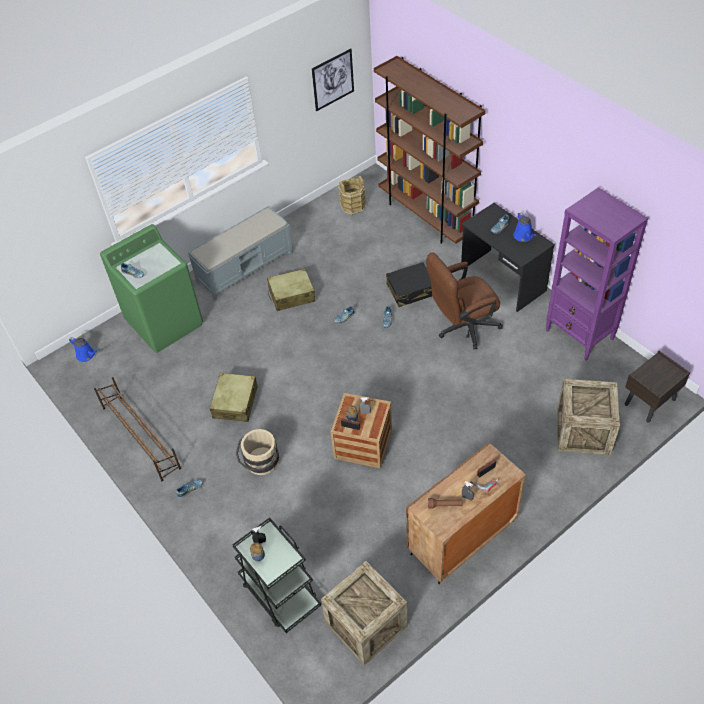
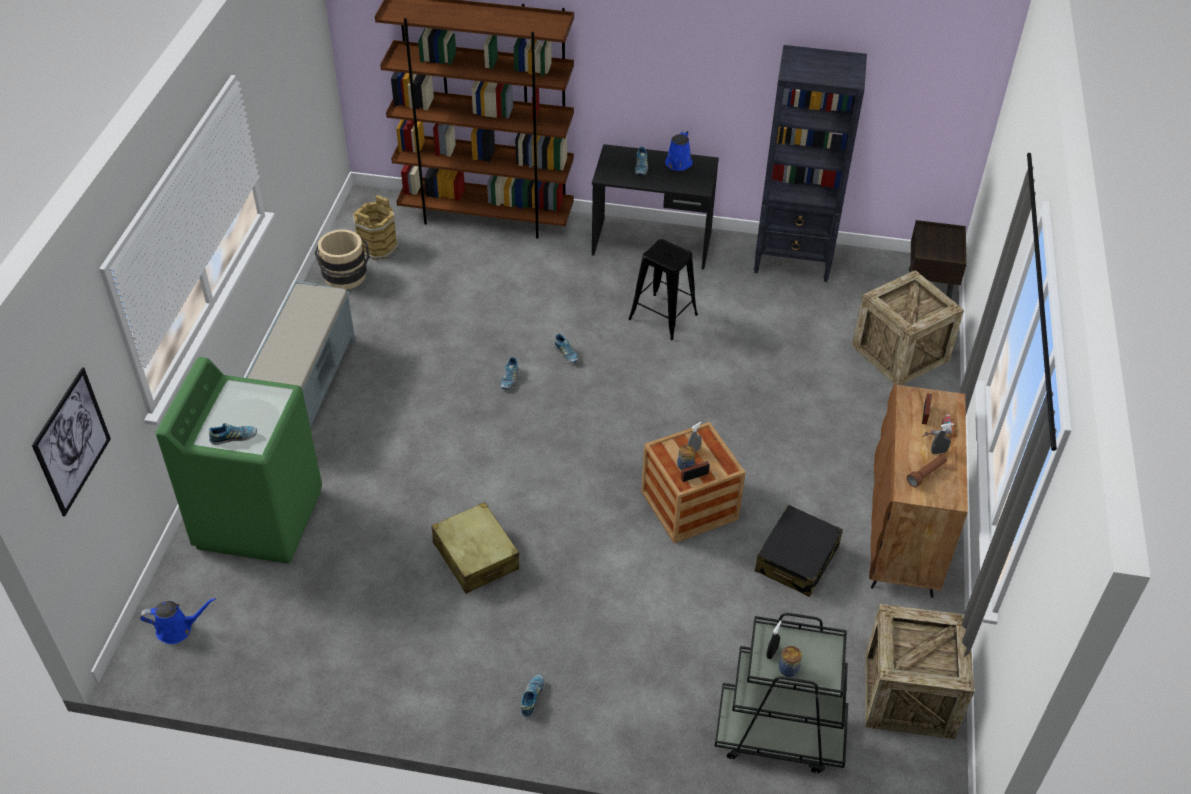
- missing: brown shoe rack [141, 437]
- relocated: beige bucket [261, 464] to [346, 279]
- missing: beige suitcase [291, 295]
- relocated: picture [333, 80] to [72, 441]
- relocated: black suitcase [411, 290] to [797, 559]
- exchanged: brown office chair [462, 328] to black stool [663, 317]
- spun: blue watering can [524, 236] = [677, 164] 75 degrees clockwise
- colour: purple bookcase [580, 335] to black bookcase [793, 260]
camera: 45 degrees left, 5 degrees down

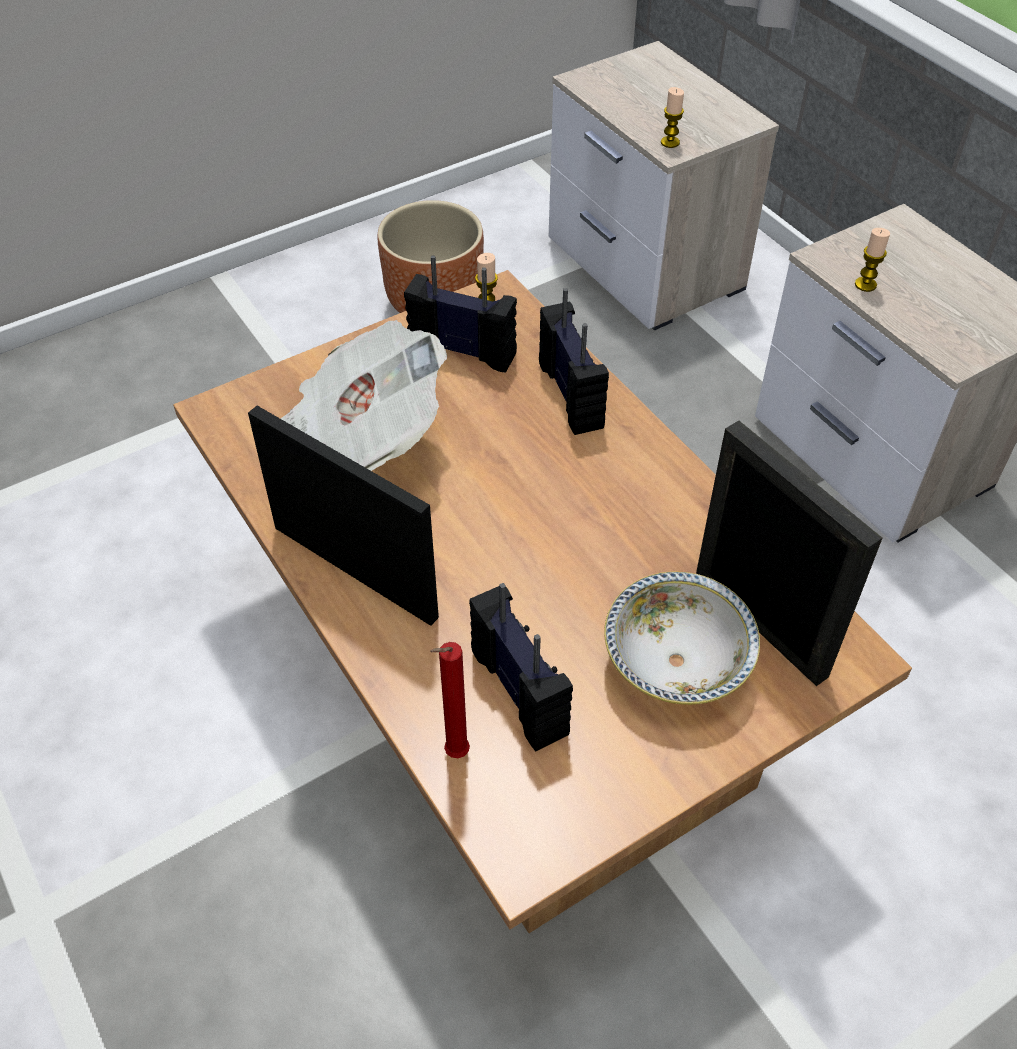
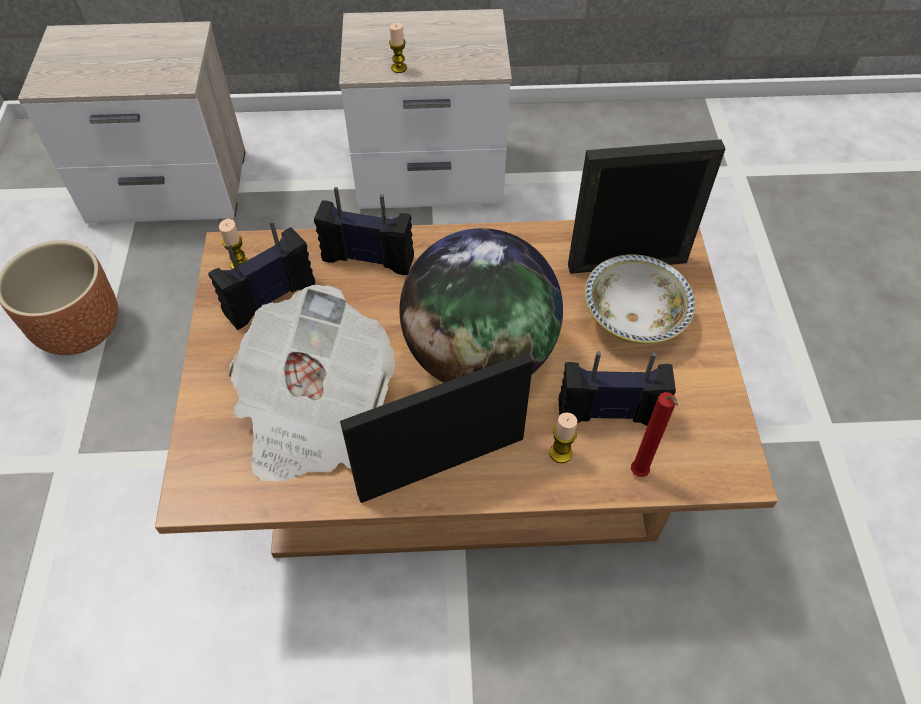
- relocated: candle [670, 142] to [560, 453]
- appeared: globe [480, 356]
camera: 60 degrees left, 5 degrees up

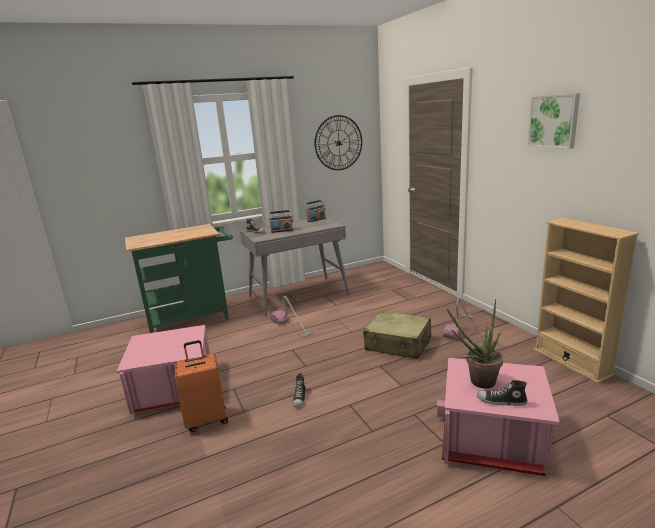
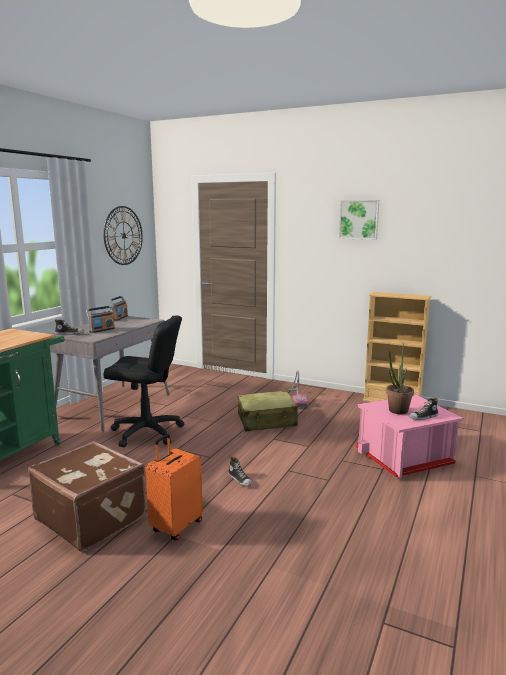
- exchanged: pink storage box [174, 388] to brown suitcase [92, 517]
- exchanged: vacuum cleaner [291, 327] to black office chair [147, 432]
camera: 40 degrees left, 5 degrees down

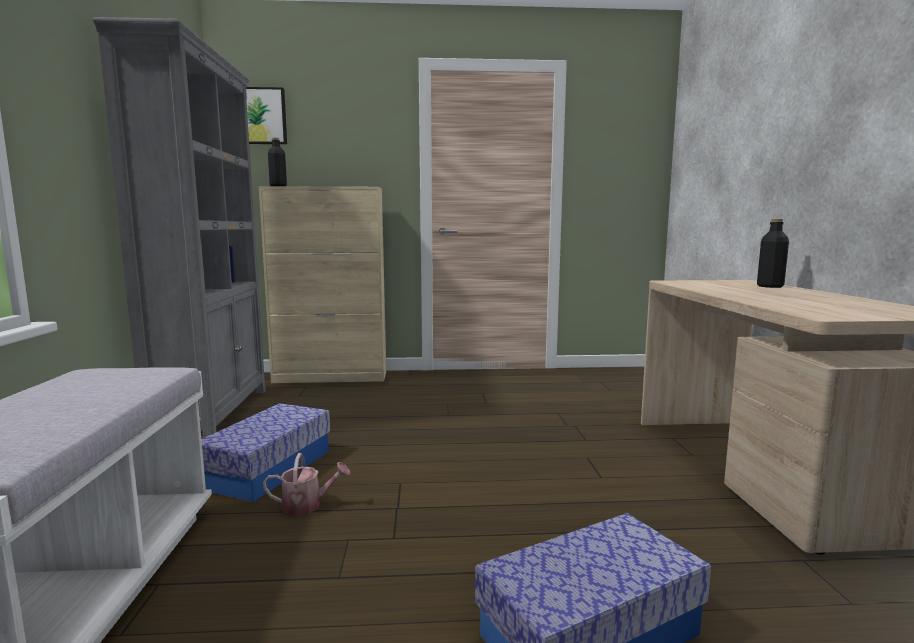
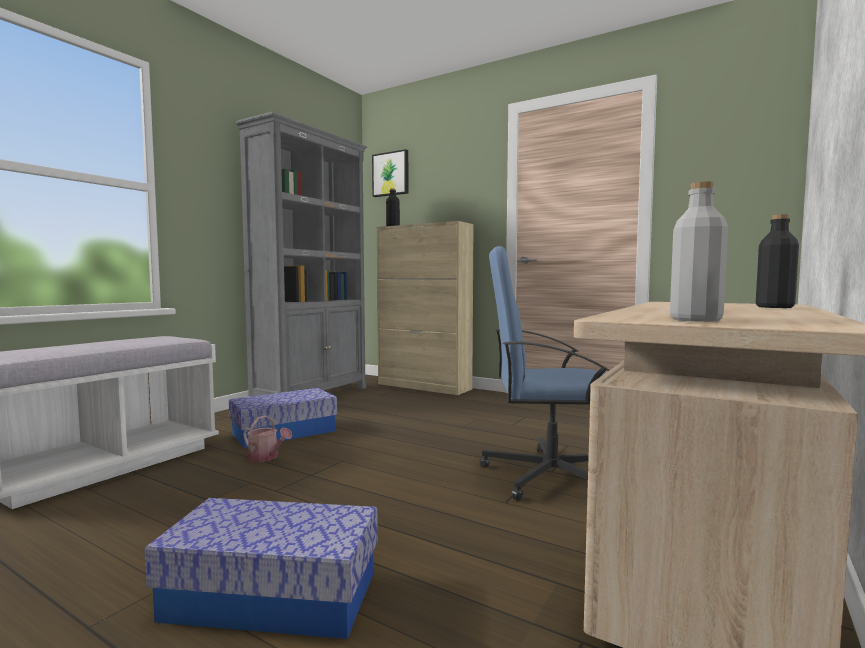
- appeared: blue office chair [548, 475]
- appeared: grey bottle [695, 320]
camera: 35 degrees right, 5 degrees down

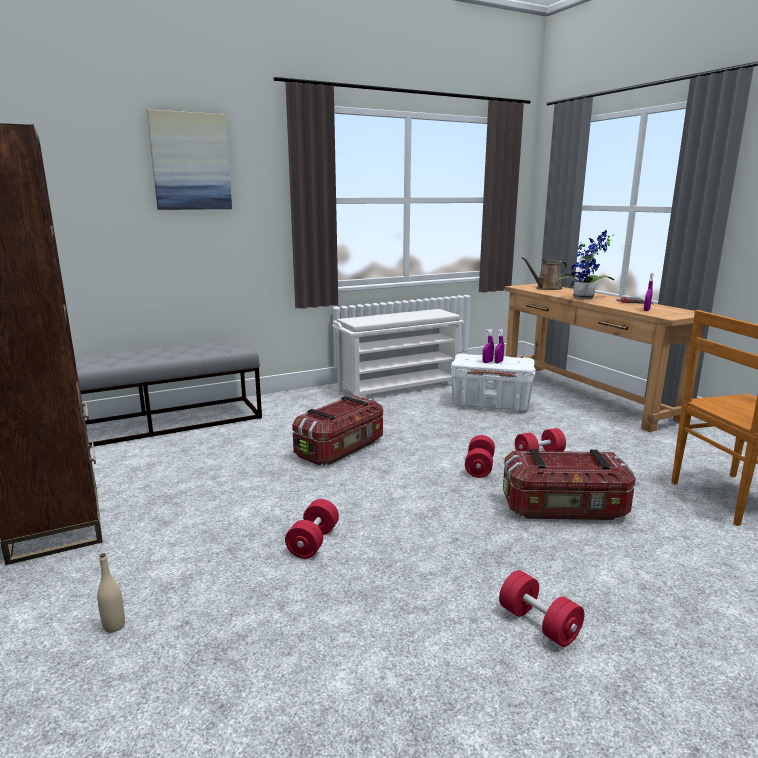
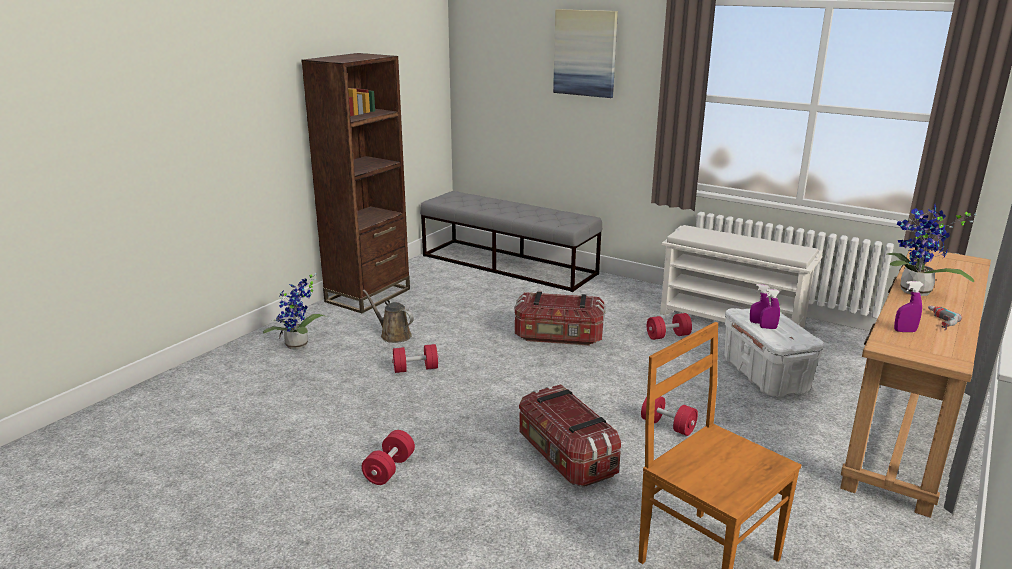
- exchanged: beige bottle [114, 626] to potted plant [299, 346]
- relocated: red dumbbell [479, 467] to [668, 336]
- relocated: brown watering can [546, 288] to [393, 335]
camera: 60 degrees right, 5 degrees up

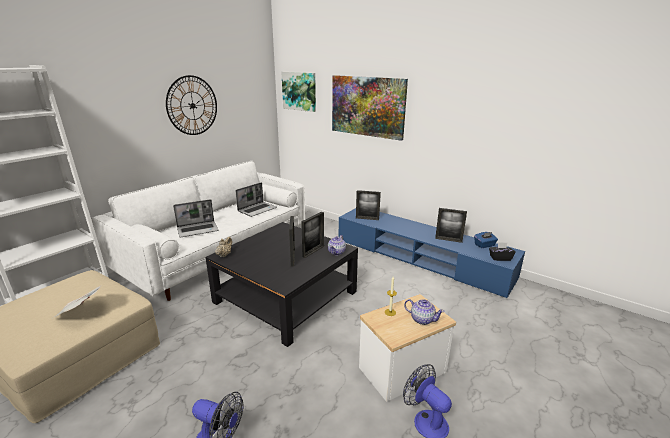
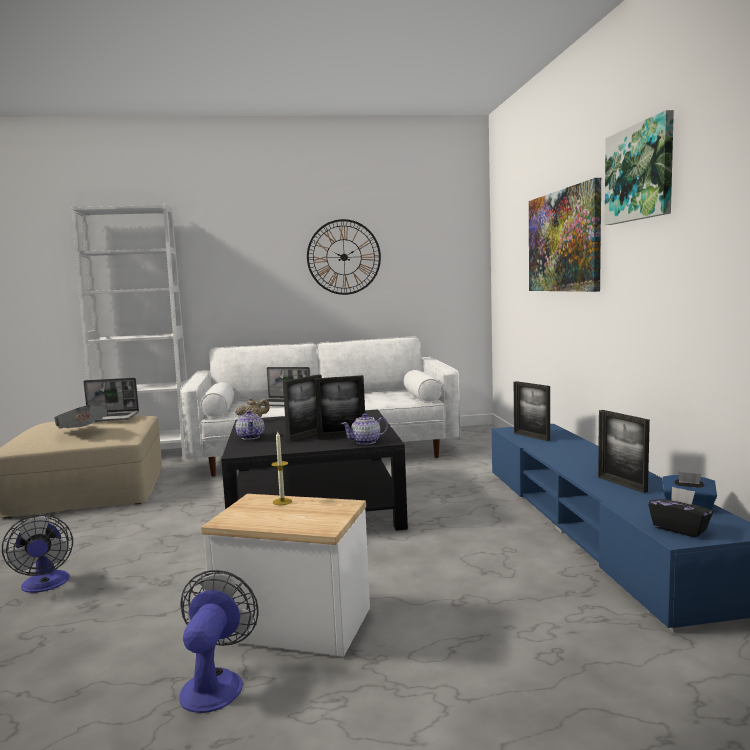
- relocated: laptop [257, 210] to [108, 418]
- relocated: picture [299, 91] to [640, 172]
- relocated: teapot [422, 319] to [251, 437]
camera: 45 degrees right, 15 degrees down

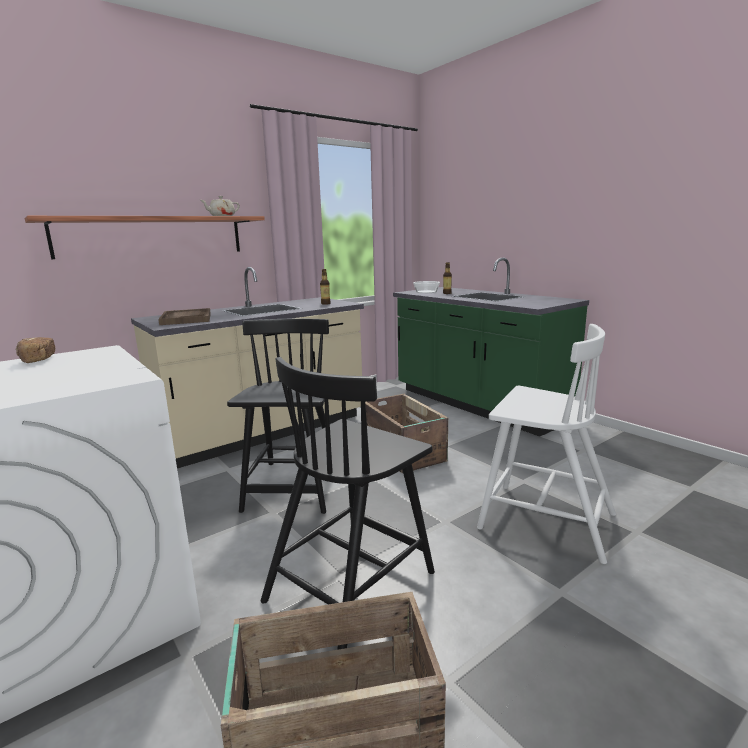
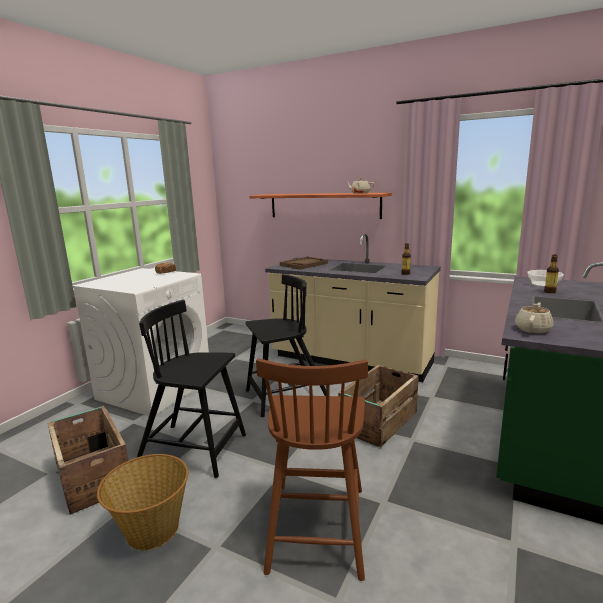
- colour: white chair [544, 520] to brown chair [317, 525]
- appeared: basket [151, 530]
- appeared: beige teapot [533, 329]
camera: 65 degrees right, 0 degrees up

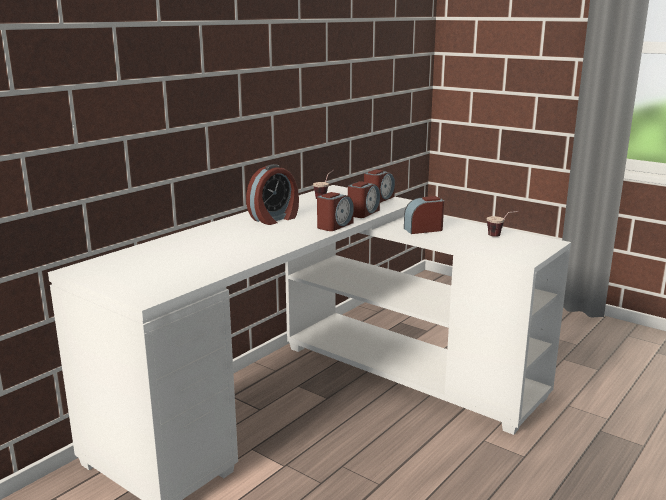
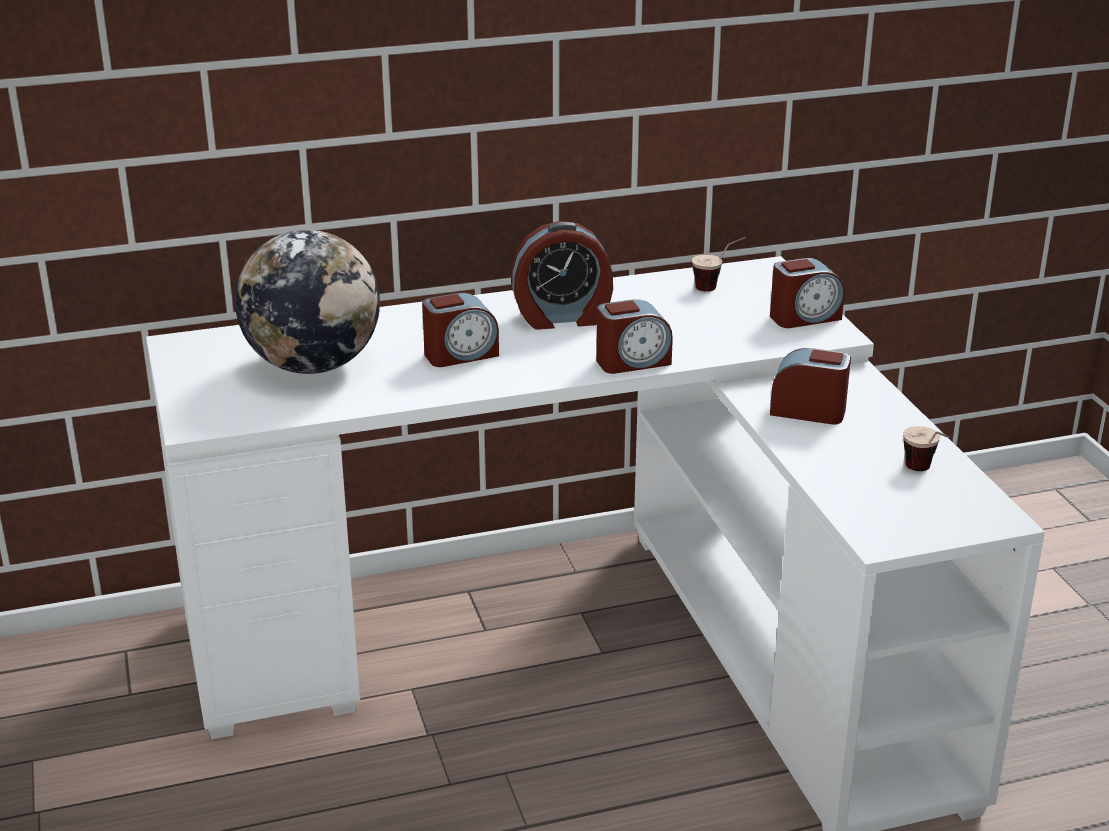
- relocated: alarm clock [363, 213] to [460, 355]
- appeared: globe [313, 365]
camera: 35 degrees right, 10 degrees up

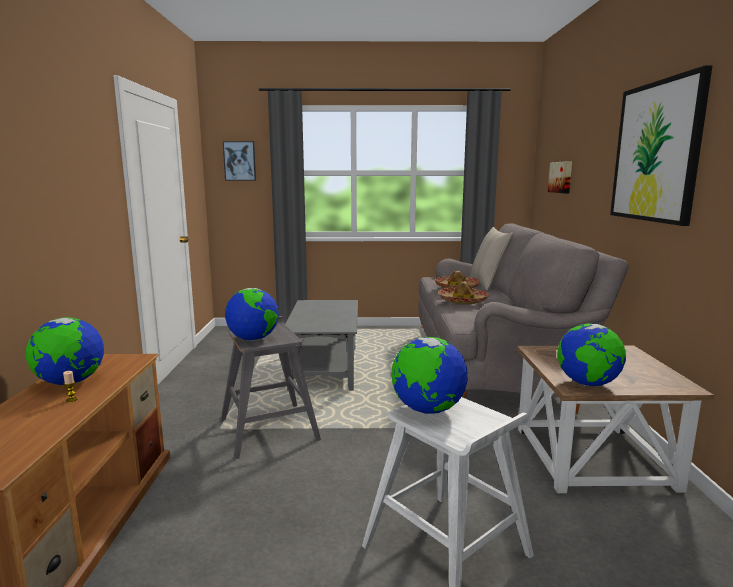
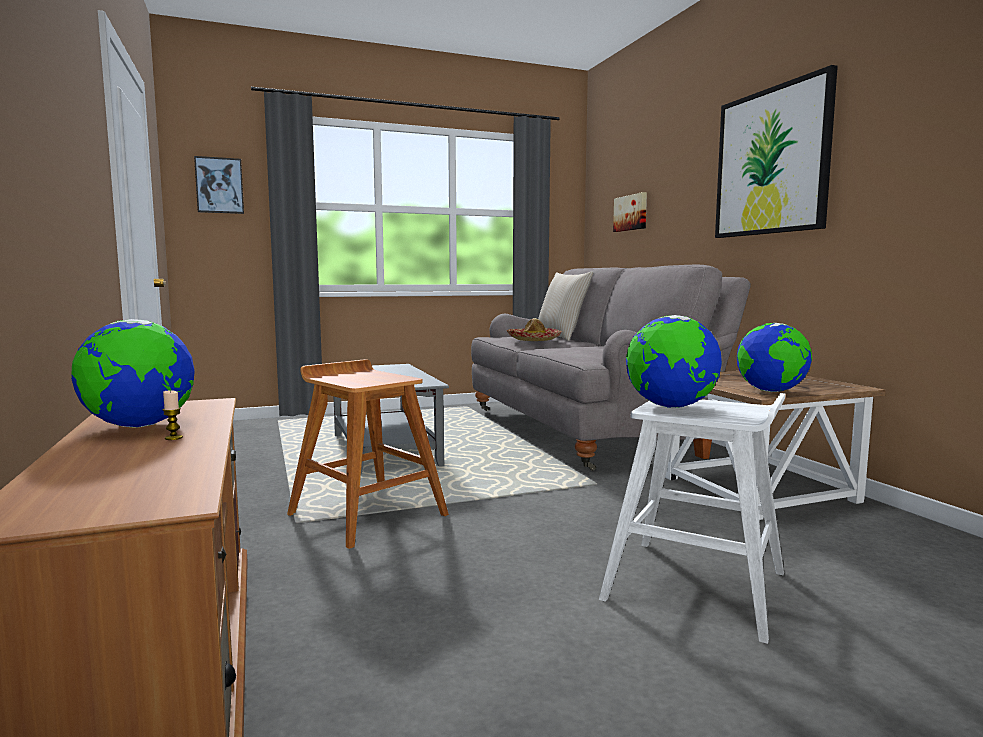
- colour: grey stool [268, 429] to brown stool [366, 514]
- missing: globe [253, 339]
- missing: hat [463, 301]
camera: 20 degrees left, 5 degrees down

